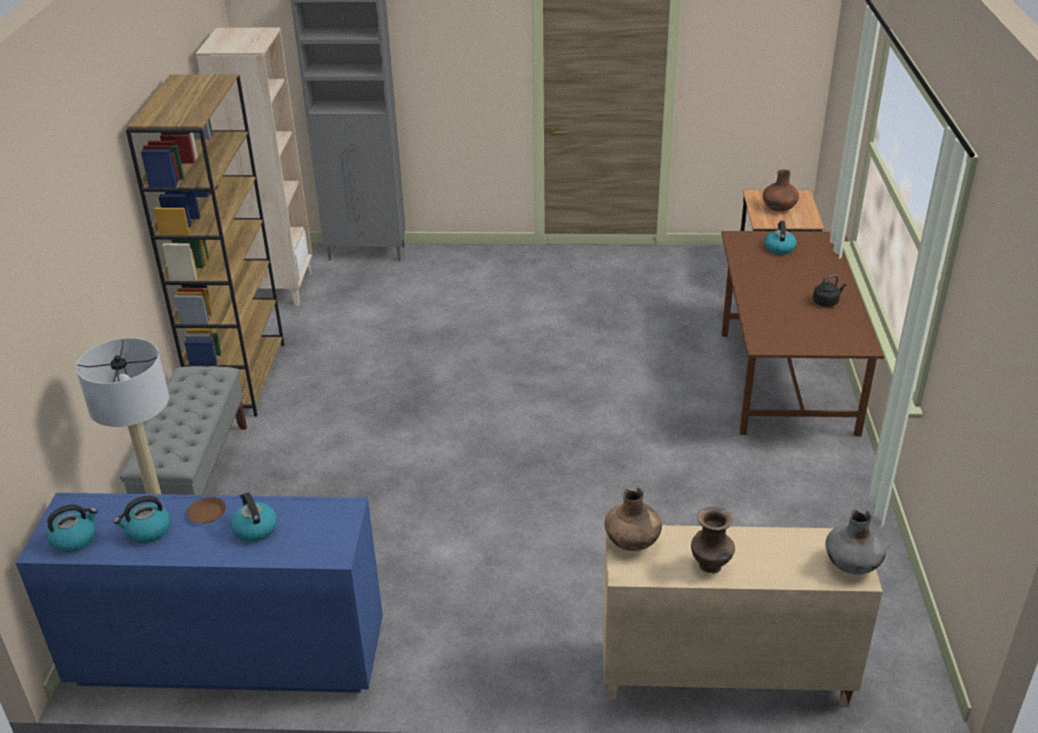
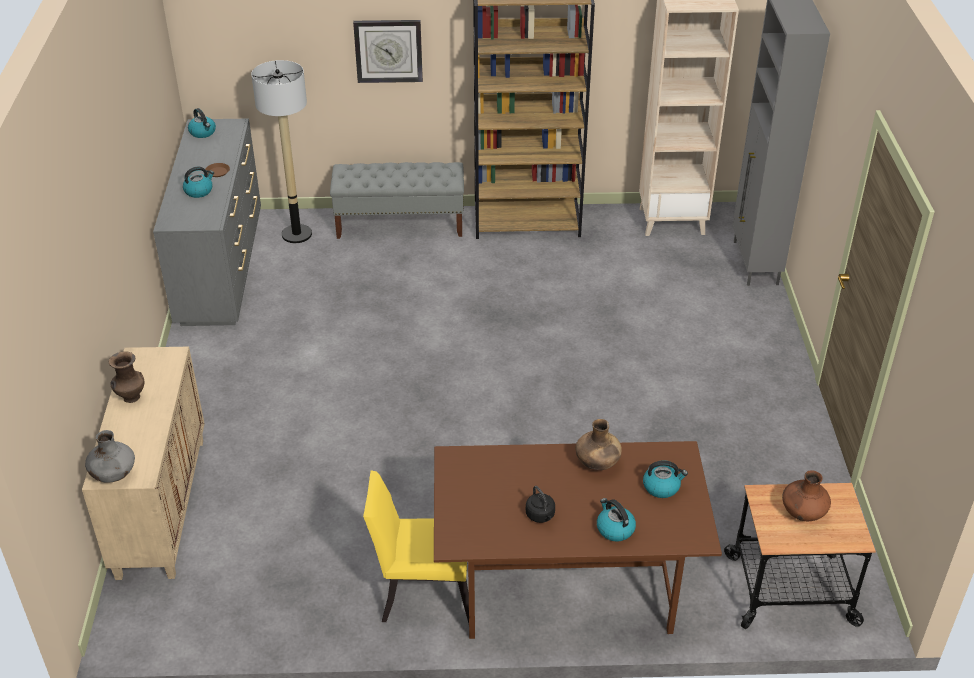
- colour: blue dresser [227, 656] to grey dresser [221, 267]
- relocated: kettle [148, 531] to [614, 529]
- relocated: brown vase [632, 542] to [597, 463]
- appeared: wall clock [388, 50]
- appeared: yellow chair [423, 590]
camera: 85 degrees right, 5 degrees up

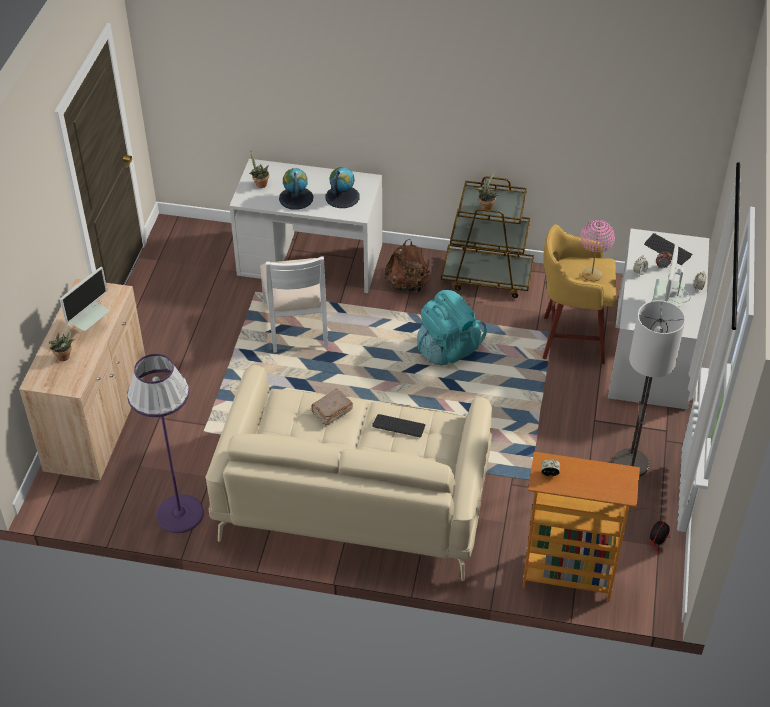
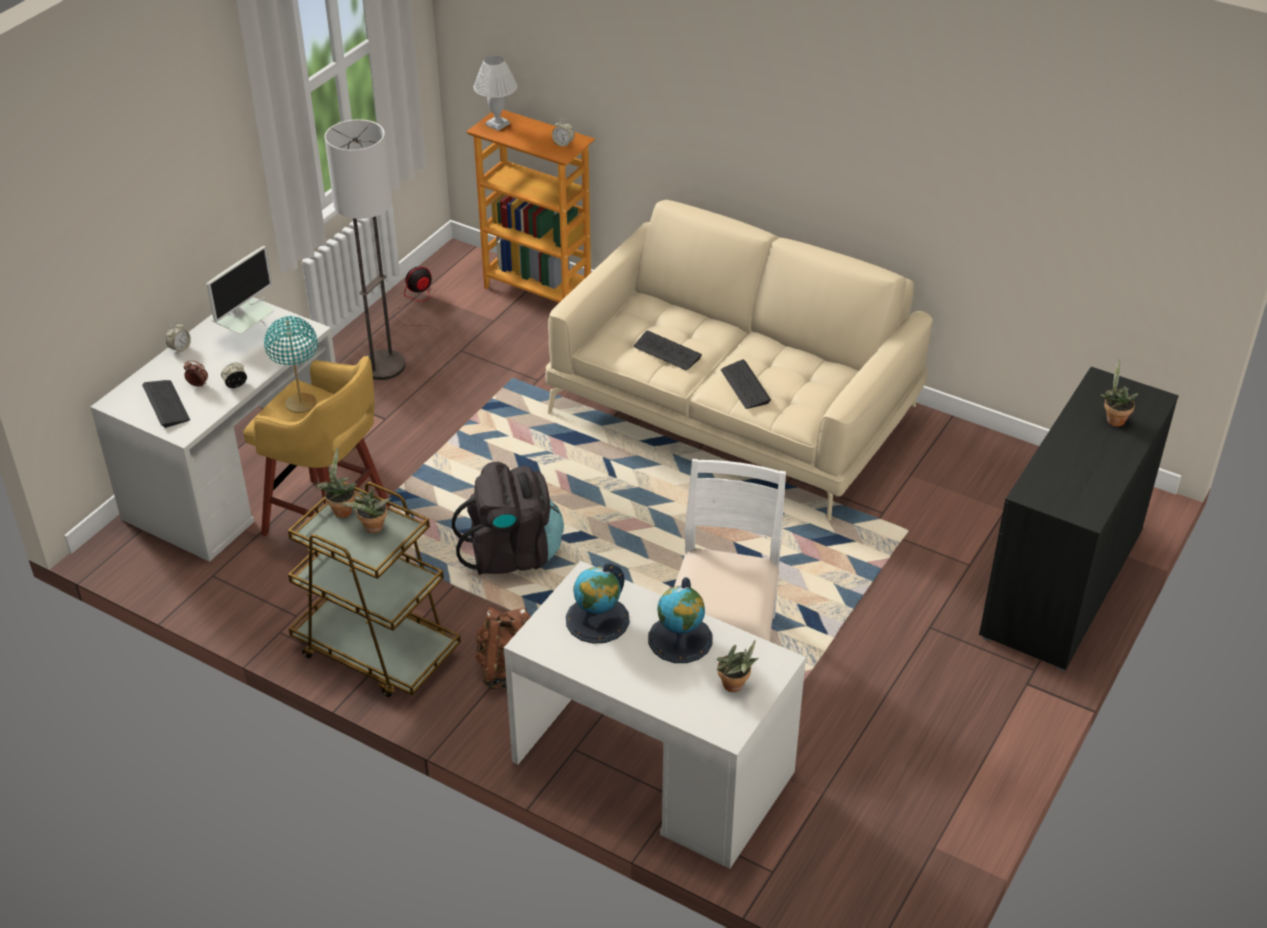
- colour: beige cabinet [98, 420] to black cabinet [1061, 583]
- missing: monitor [89, 328]
- missing: purple floor lamp [179, 514]
- exchanged: brown book [331, 412] to keyboard [745, 386]
- colour: turquoise backpack [448, 349] to black backpack [512, 553]
- colour: pink table lamp [592, 275] to turquoise table lamp [300, 404]
- appeared: potted plant [341, 509]
- appeared: white table lamp [498, 124]
camera: 160 degrees left, 5 degrees down

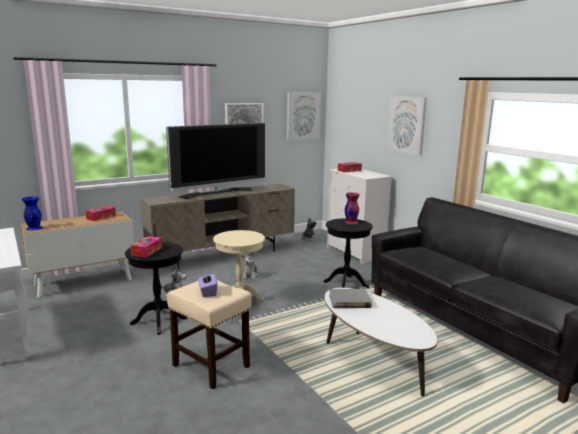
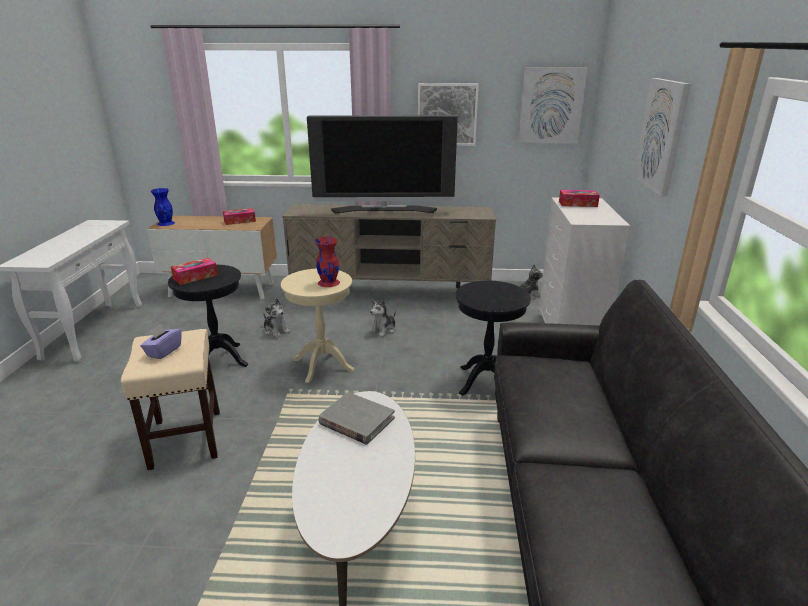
- relocated: red vase [351, 222] to [329, 282]
camera: 35 degrees right, 10 degrees up

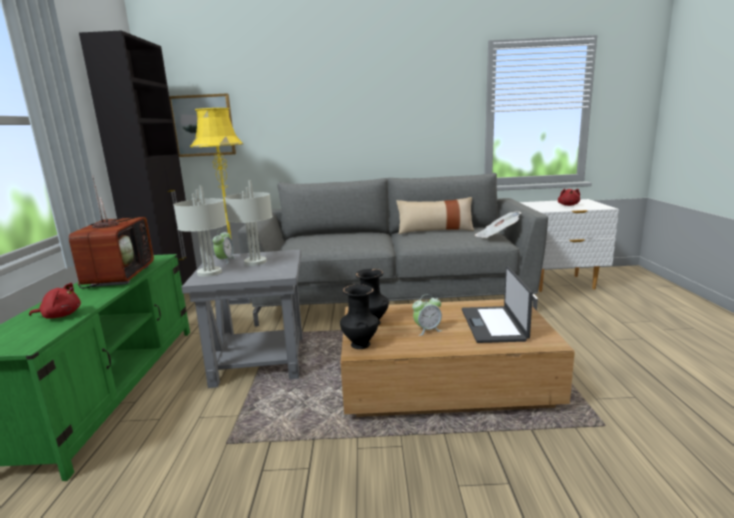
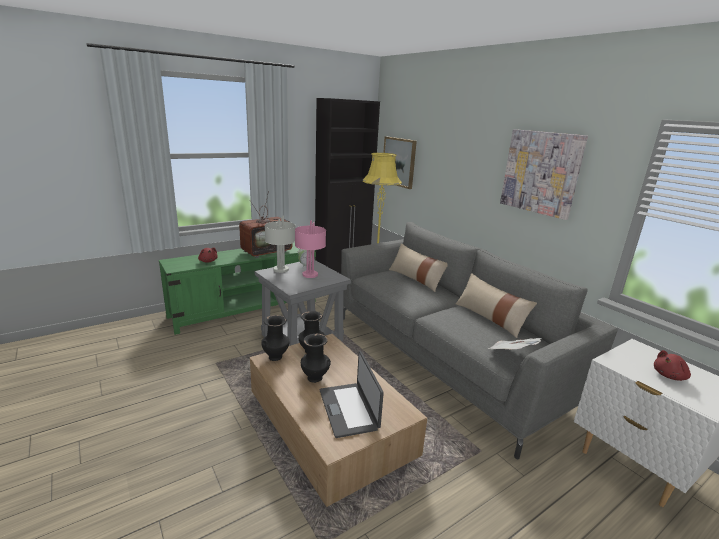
- colour: grey table lamp [254, 262] to pink table lamp [309, 275]
- exchanged: alarm clock [427, 330] to black vase [315, 378]
- spun: laptop [494, 324] = [349, 409] 75 degrees counterclockwise
- appeared: beige pillow [416, 279]
- appeared: picture [541, 172]
camera: 55 degrees right, 5 degrees up

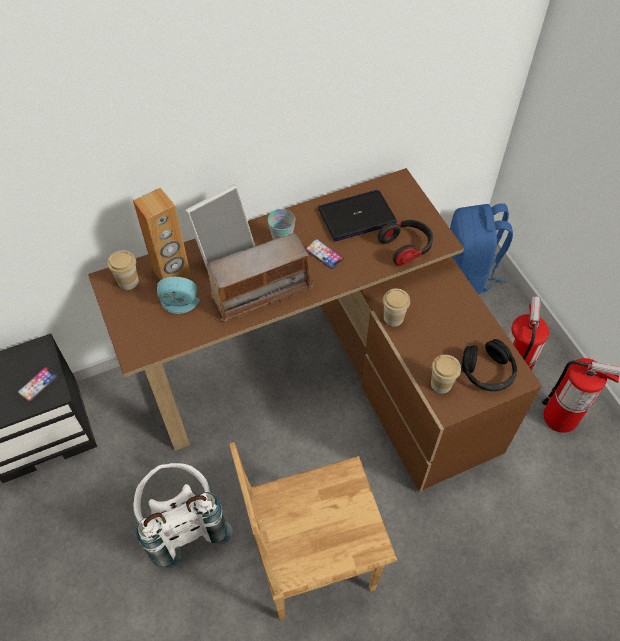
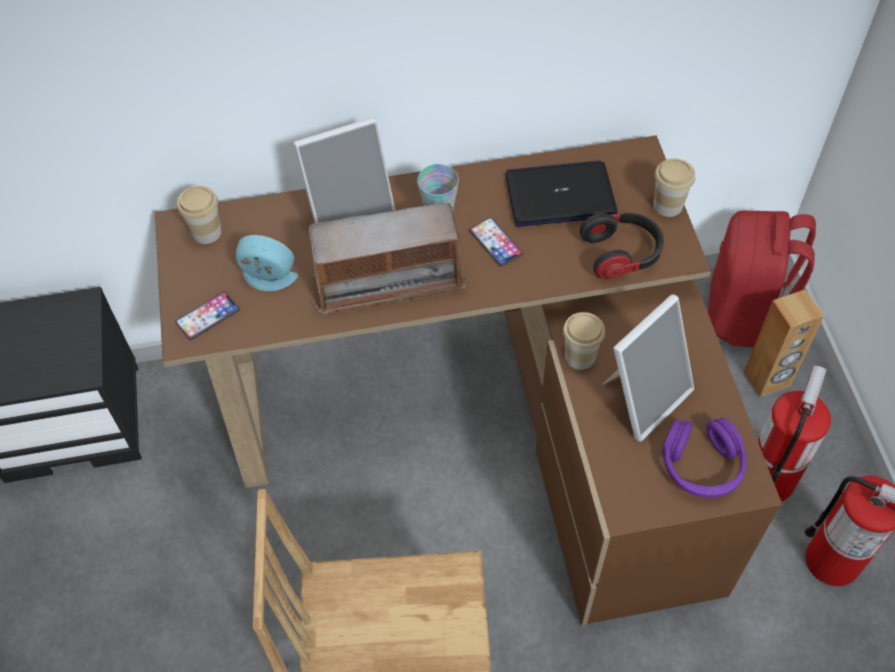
- relocated: phone [38, 385] to [208, 316]
- relocated: brown speaker [172, 273] to [767, 379]
- missing: white backpack [182, 523]
- relocated: cup [441, 384] to [668, 205]
- colour: blue backpack [469, 273] to red backpack [745, 313]
- colour: black headphones [487, 372] to purple headphones [701, 466]
- appeared: picture frame [643, 396]
camera: 15 degrees right, 0 degrees up

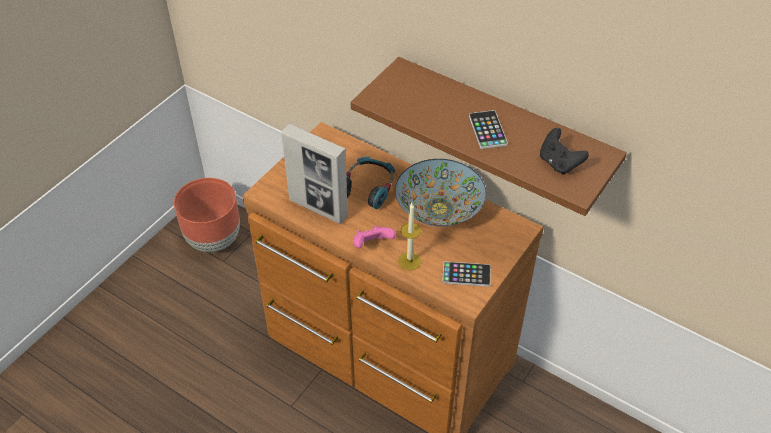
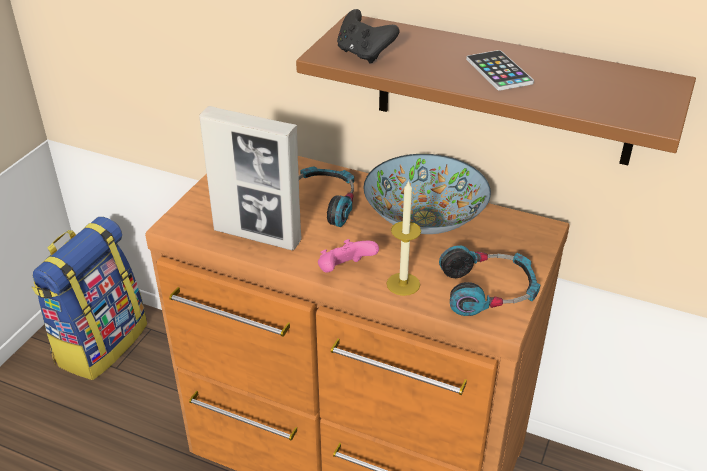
- exchanged: brown planter [214, 239] to backpack [100, 343]
- exchanged: phone [466, 274] to headphones [488, 291]
- relocated: black game controller [559, 163] to [364, 54]
camera: 10 degrees left, 10 degrees down

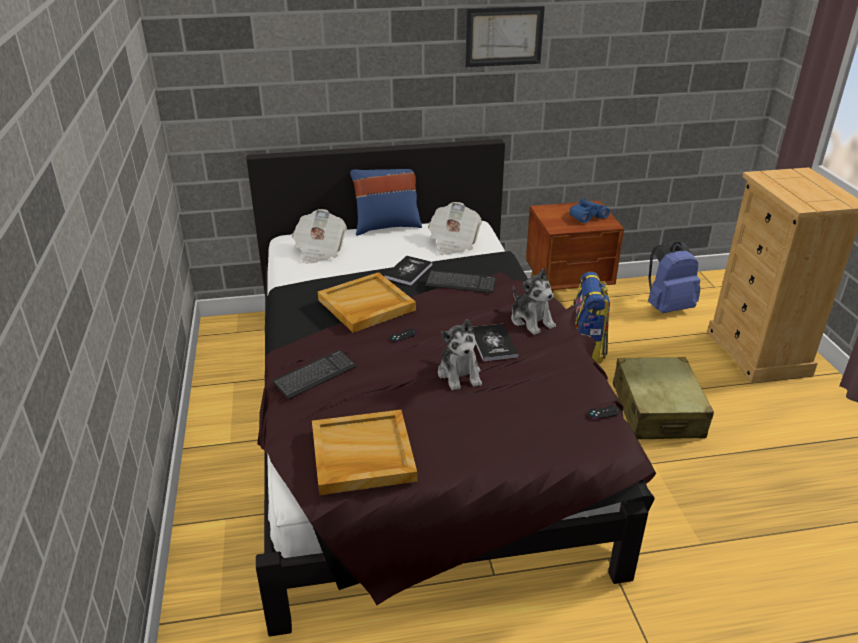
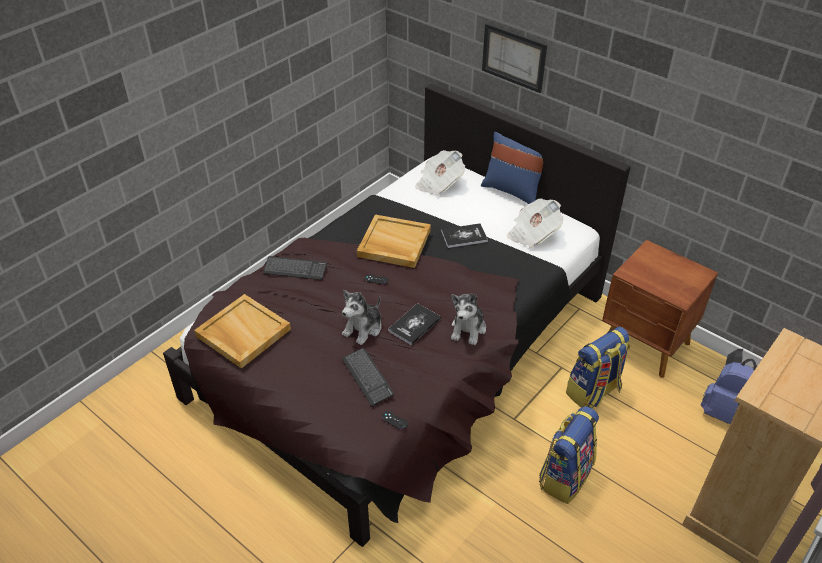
- relocated: keyboard [461, 283] to [367, 377]
- relocated: picture [504, 36] to [514, 57]
- missing: blue binoculars [586, 216]
- exchanged: beige suitcase [657, 411] to backpack [565, 476]
camera: 50 degrees right, 10 degrees up

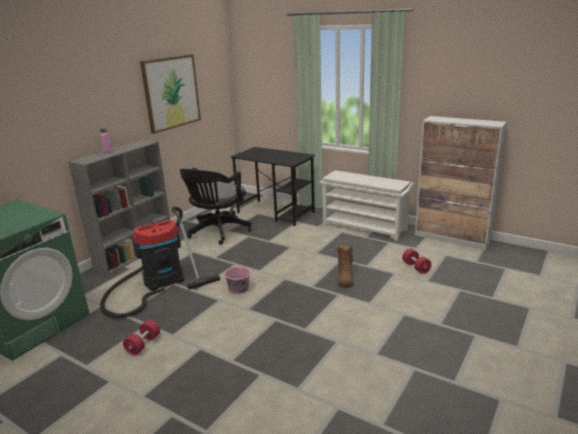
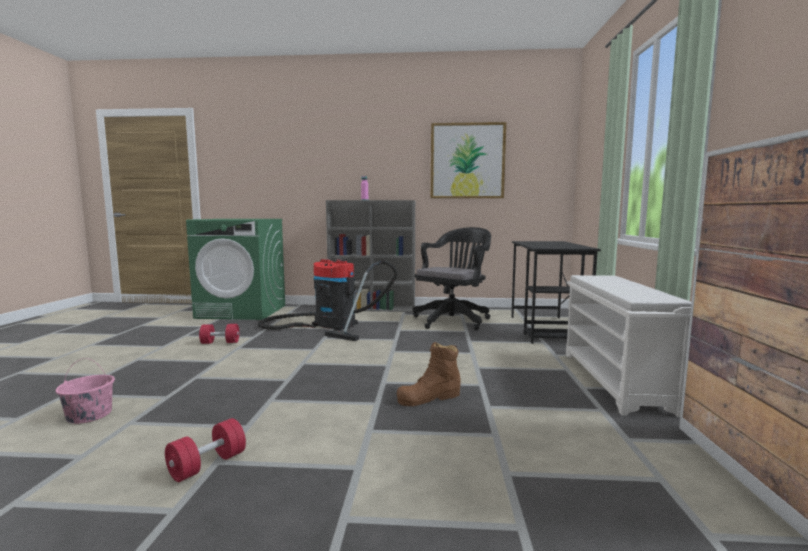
- spun: black office chair [217, 232] = [453, 320] 135 degrees clockwise
- relocated: pink bucket [238, 288] to [89, 415]
- relocated: red dumbbell [416, 267] to [207, 465]
camera: 60 degrees right, 15 degrees down

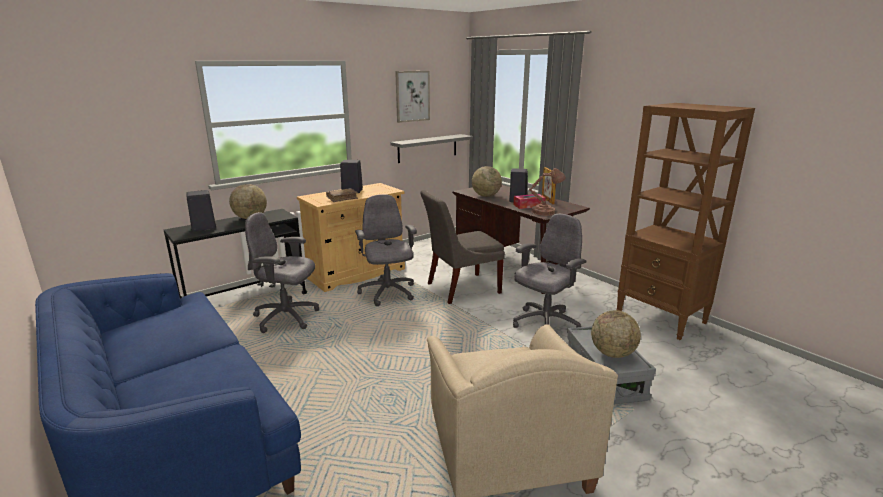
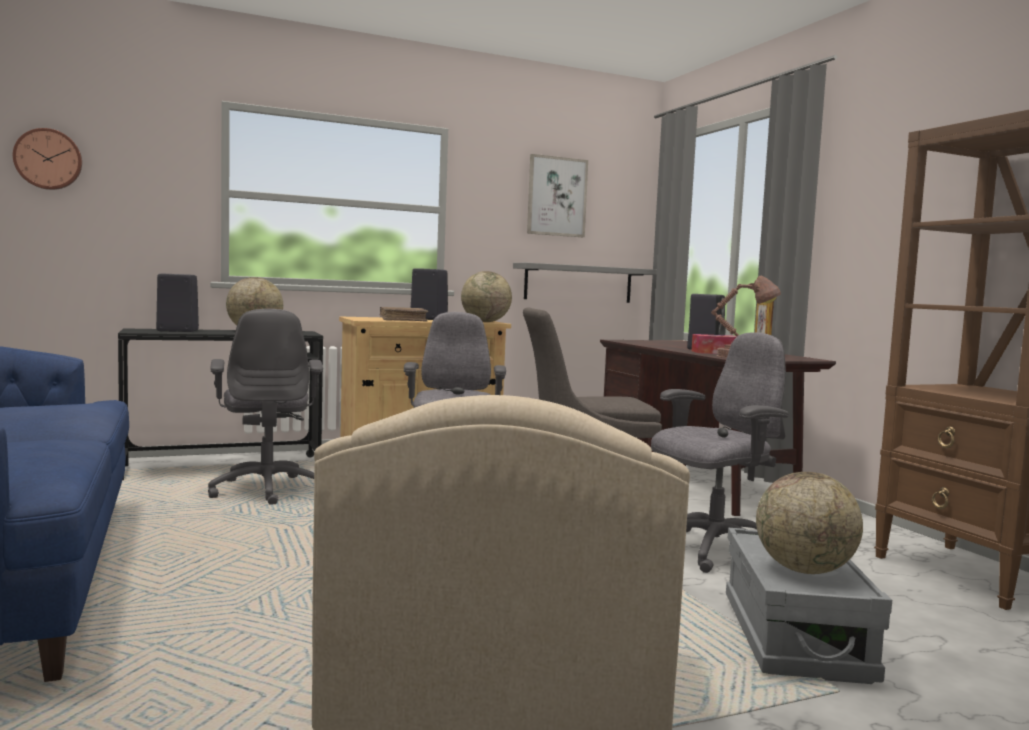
- spun: grey office chair [287, 318] = [267, 489] 135 degrees counterclockwise
- relocated: globe [486, 196] to [485, 322]
- appeared: wall clock [48, 159]
camera: 15 degrees right, 15 degrees down

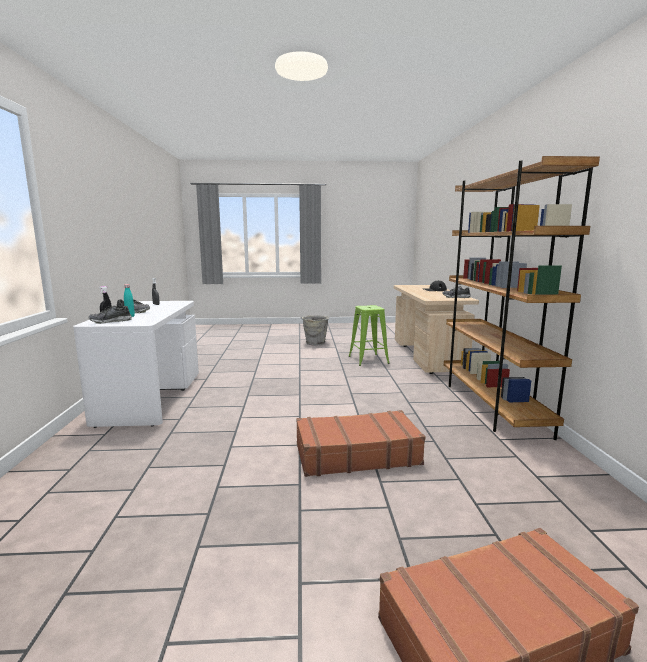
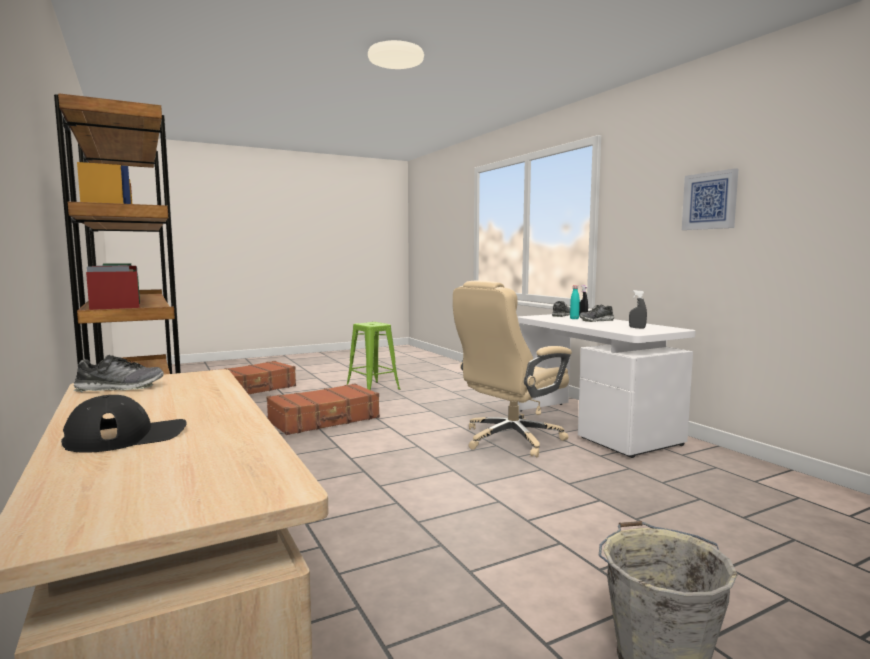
- relocated: green stool [368, 360] to [372, 388]
- appeared: beige office chair [510, 439]
- appeared: picture [710, 201]
camera: 155 degrees right, 5 degrees down

